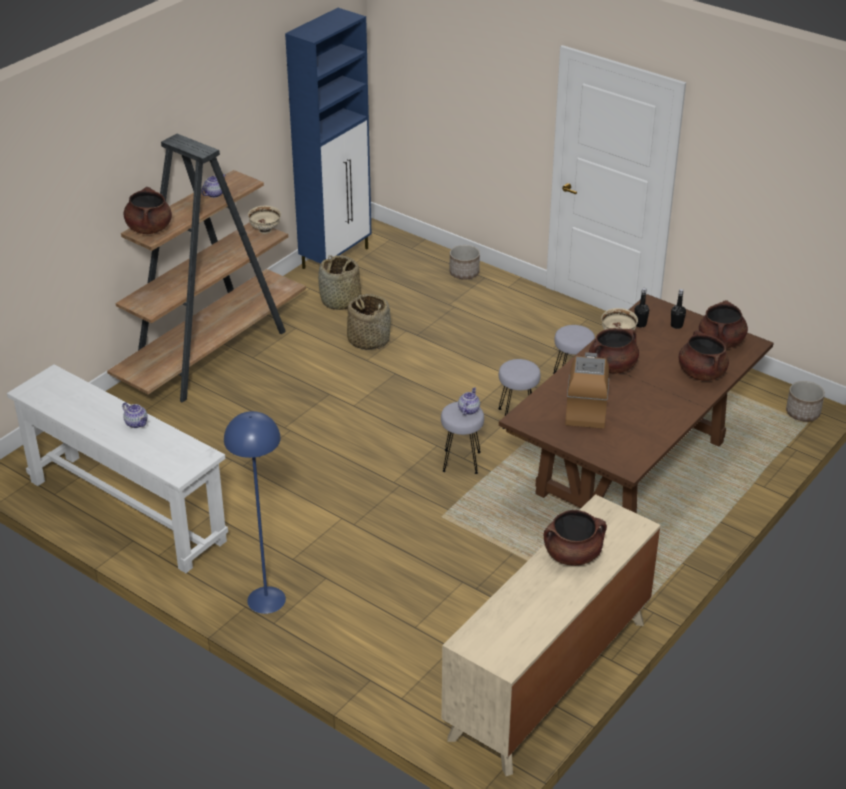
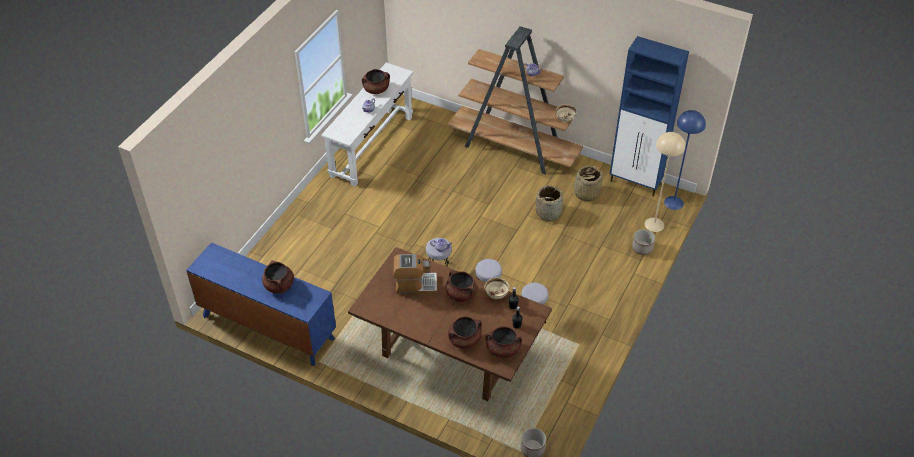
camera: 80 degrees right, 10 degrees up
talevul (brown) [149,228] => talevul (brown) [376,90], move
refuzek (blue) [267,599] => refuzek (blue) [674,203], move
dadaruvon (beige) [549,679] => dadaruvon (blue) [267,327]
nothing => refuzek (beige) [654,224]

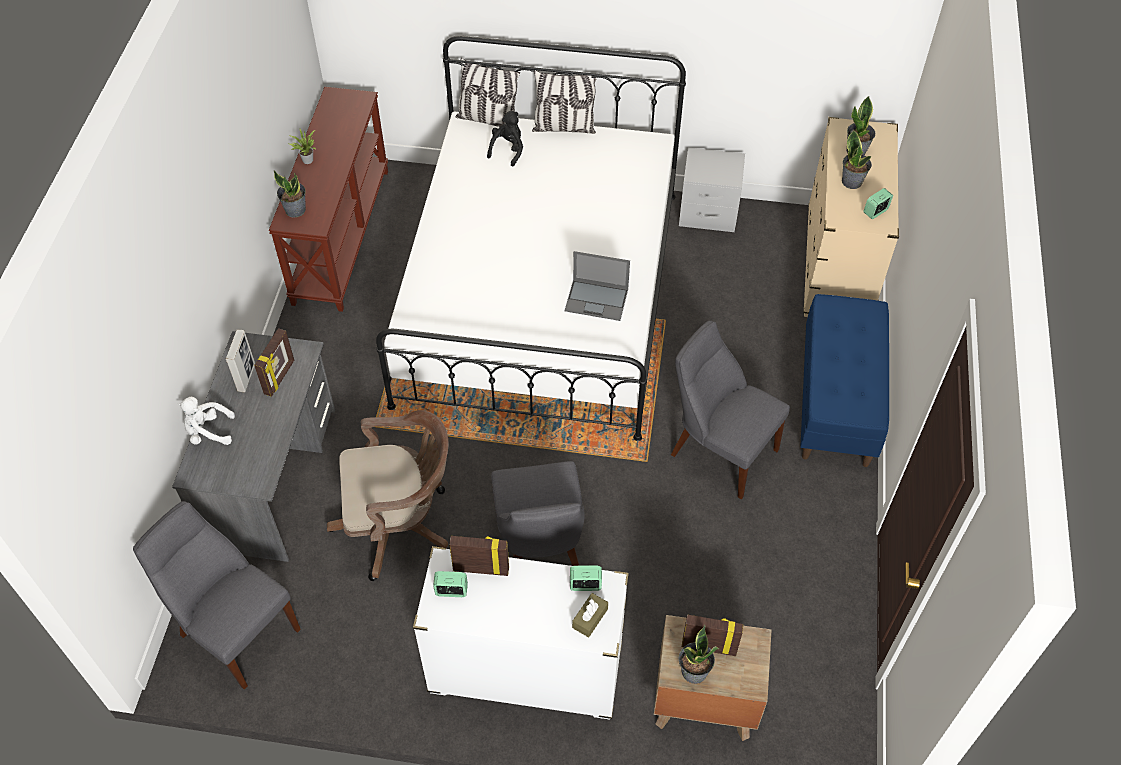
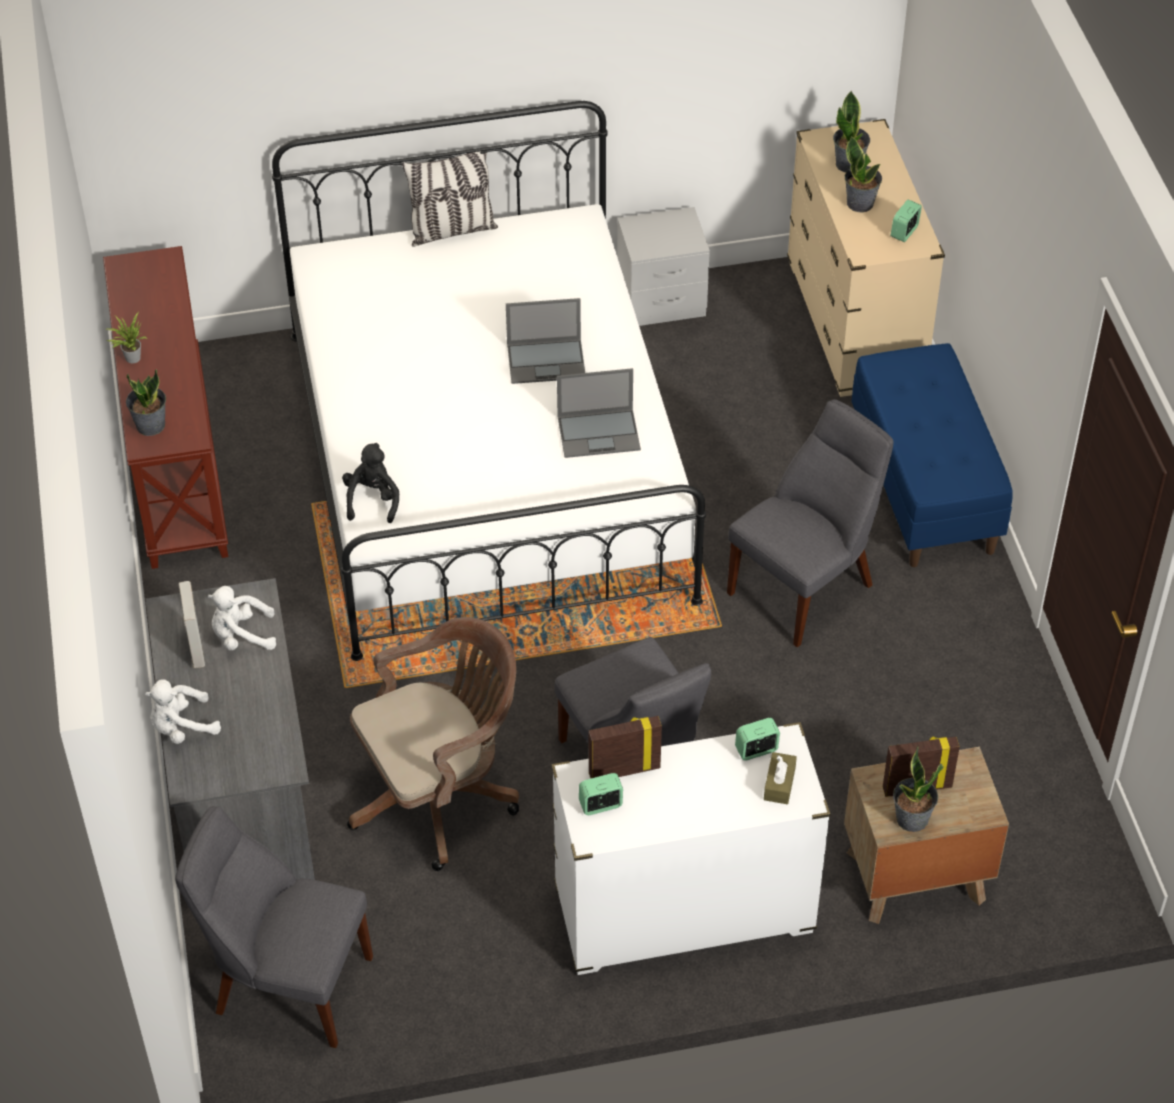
camera: 20 degrees left, 5 degrees down
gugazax [280,377] => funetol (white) [241,636]
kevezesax [488,119] => nothing
funetol (black) [508,150] => funetol (black) [372,500], move
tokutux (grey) [720,450] => tokutux (grey) [806,586], 120 degrees clockwise
nothing => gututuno [547,361]

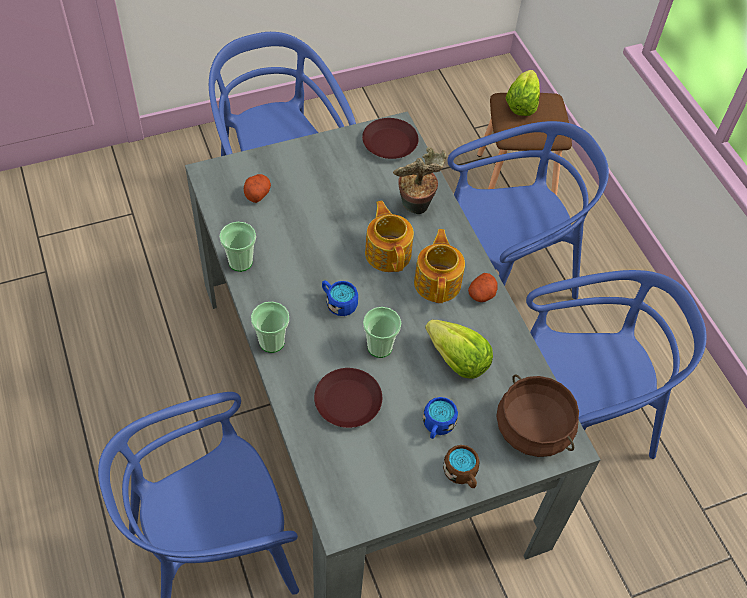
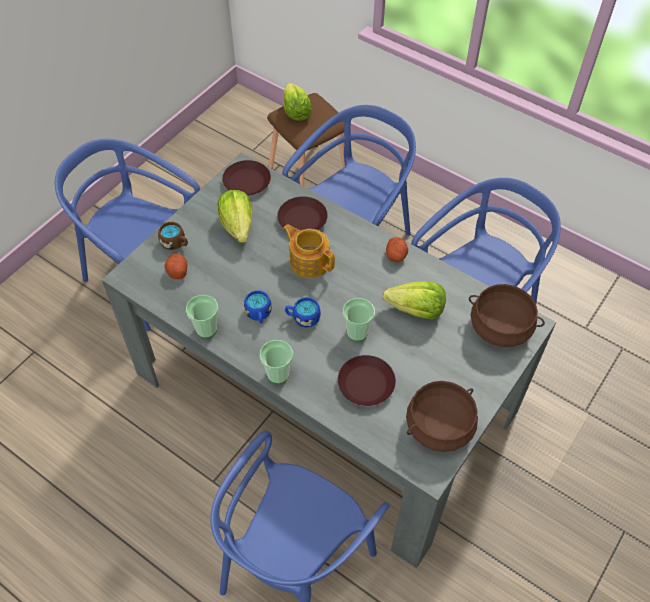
camera: 30 degrees left, 0 degrees up
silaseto [415,208] => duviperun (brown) [303,219]
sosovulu [438,282] => nothing
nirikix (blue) [437,426] => nirikix (blue) [259,314], move
nirikix (brown) [462,474] => nirikix (brown) [175,243], move
nothing => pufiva [238,226]
nothing => talevul (brown) [439,425]

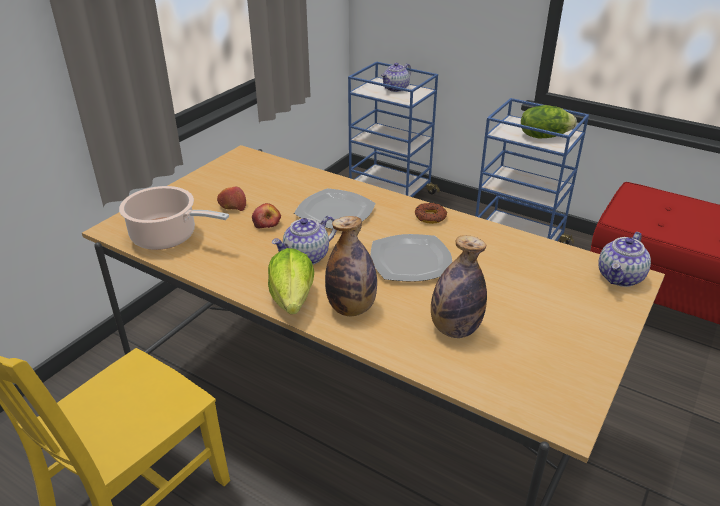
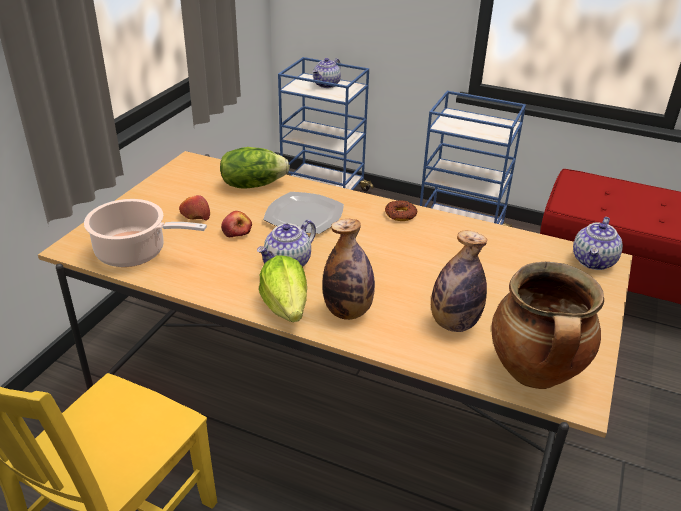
camera: 10 degrees left, 0 degrees up
duviperun [411,260] => nothing
pufiva [543,136] => pufiva [253,184], move
nothing => talevul [535,375]

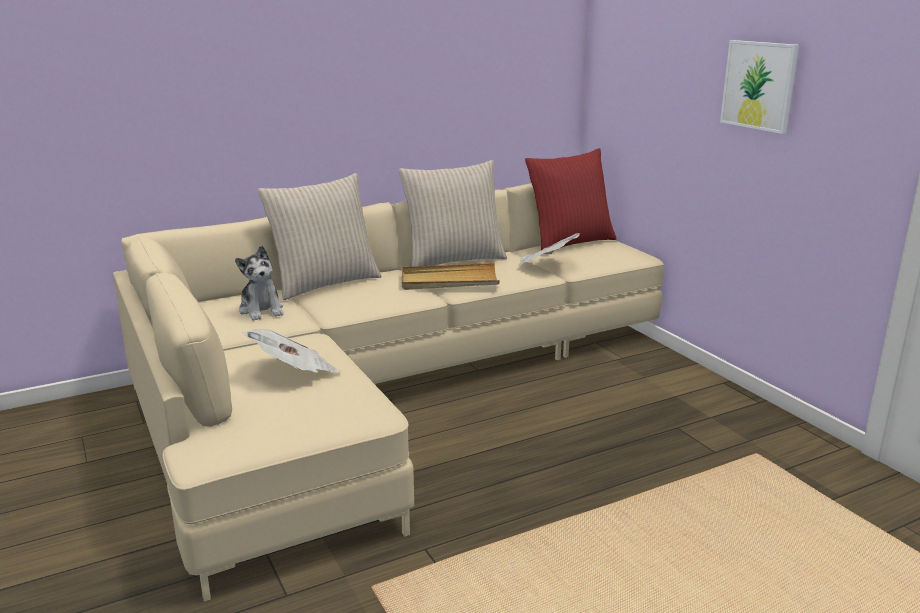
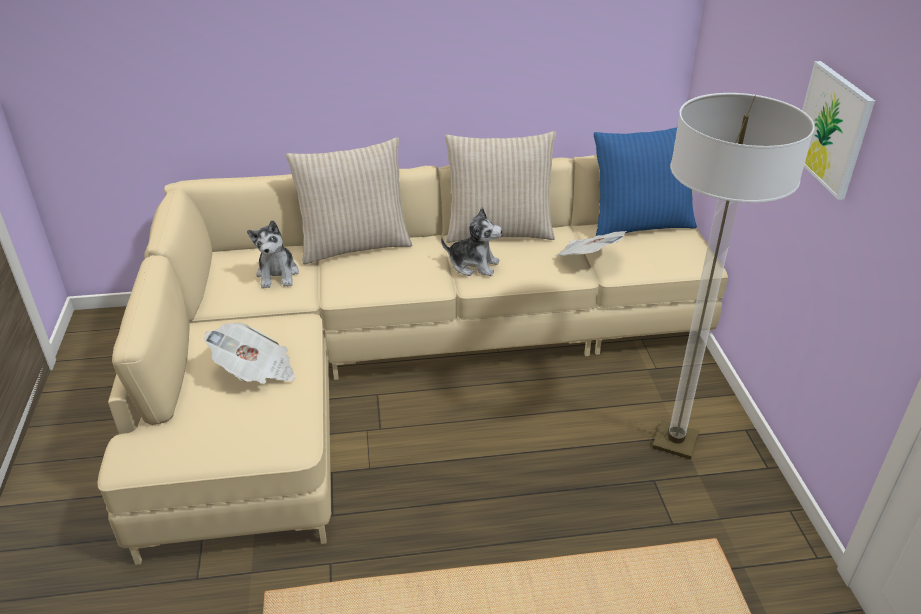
camera: 20 degrees right, 15 degrees up
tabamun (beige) [449,281] => funetol [473,265]
kevezesax (red) [569,243] => kevezesax (blue) [639,225]
nothing => refuzek [675,441]

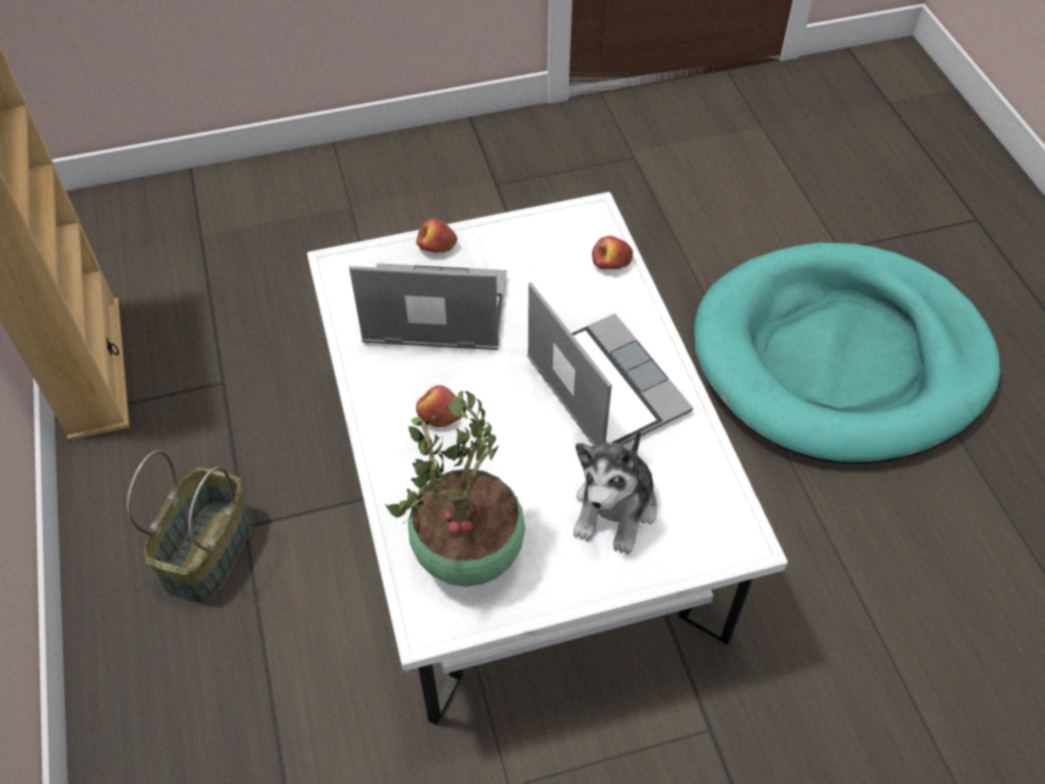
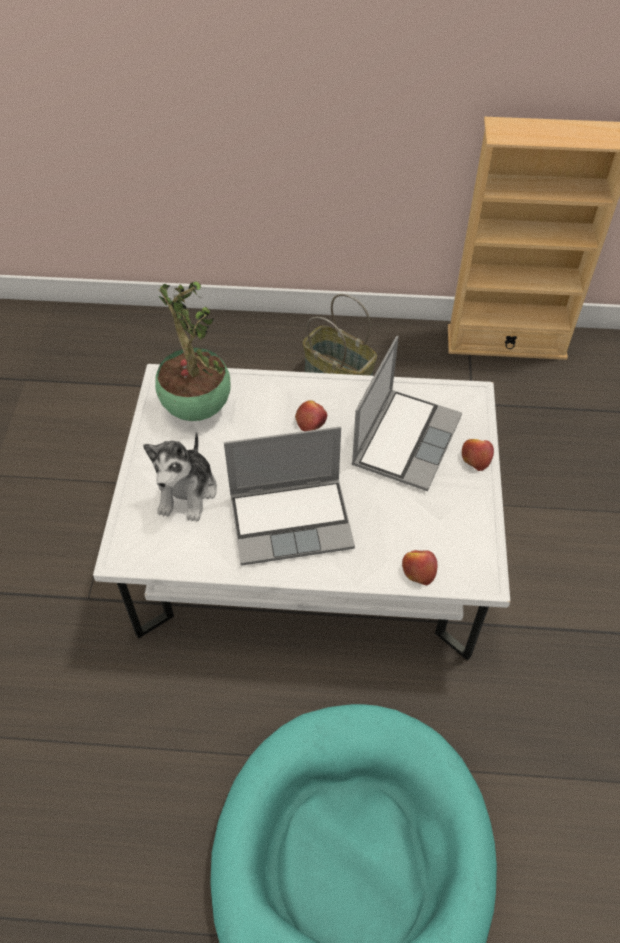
camera: 110 degrees right, 0 degrees up
funetol [615,509] => funetol [187,492], 120 degrees counterclockwise

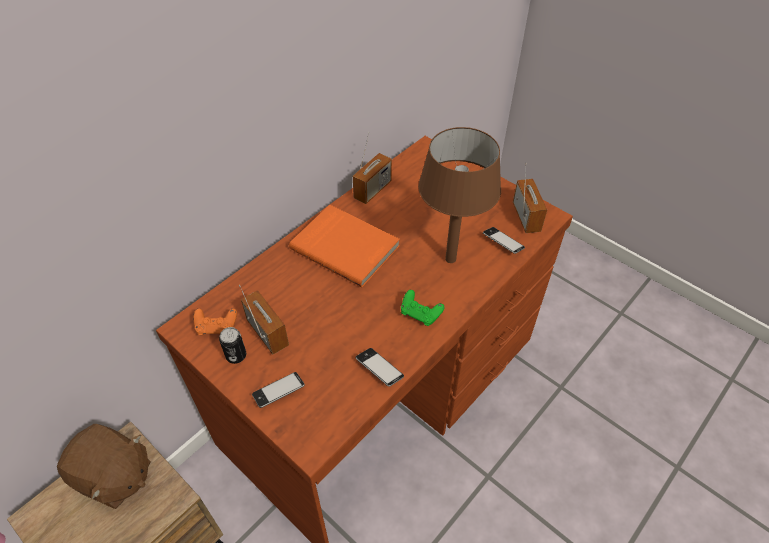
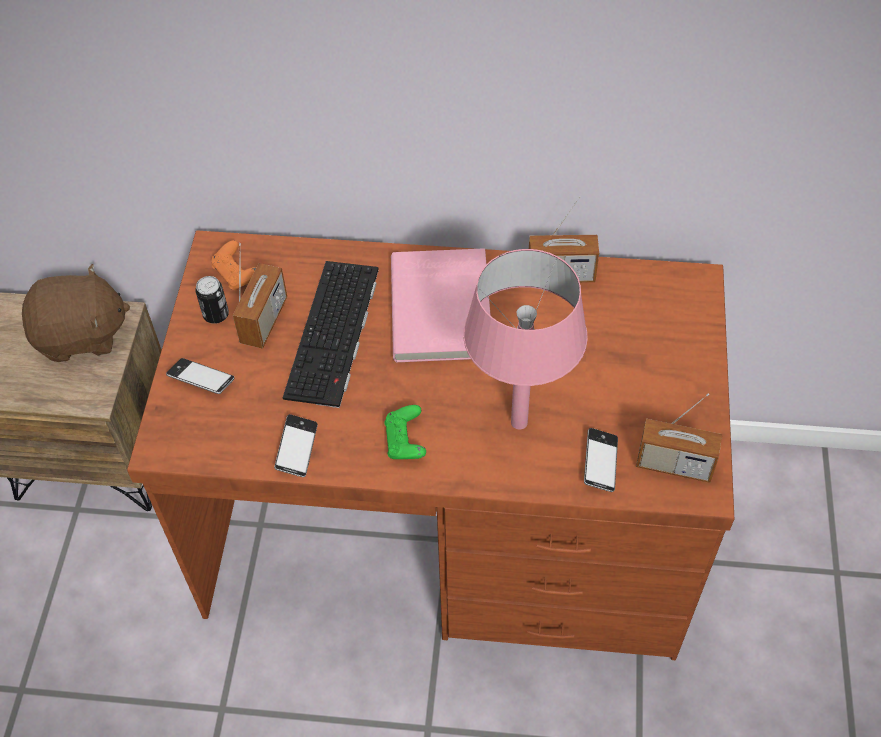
camera: 55 degrees right, 5 degrees up
funetol (brown) [114,476] => funetol (brown) [82,336], 90 degrees counterclockwise
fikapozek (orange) [346,246] => fikapozek (pink) [443,308]
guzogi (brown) [451,259] => guzogi (pink) [520,423]
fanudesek [526,217] => fanudesek [674,465], 60 degrees clockwise
nothing => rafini [334,334]

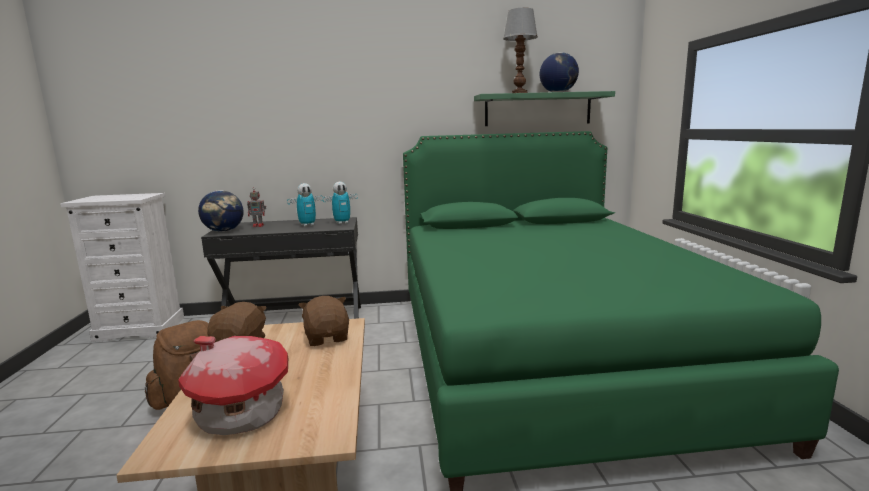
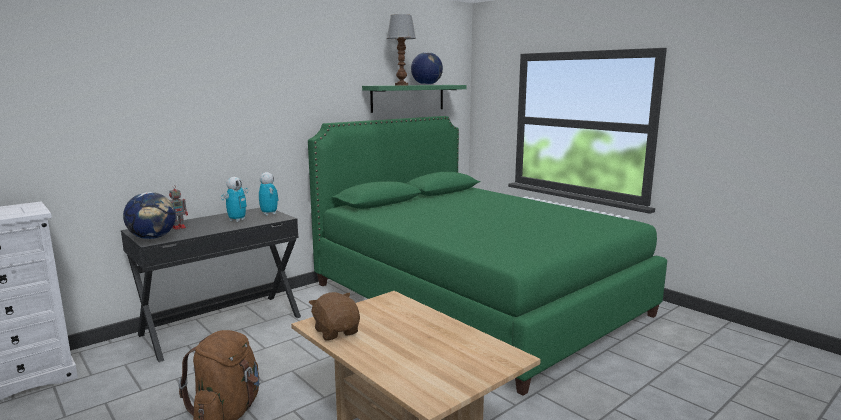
camera: 35 degrees left, 0 degrees up
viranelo [239,415] => nothing
funetol (brown) [327,337] => nothing
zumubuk [342,223] => zumubuk [269,214], 60 degrees counterclockwise

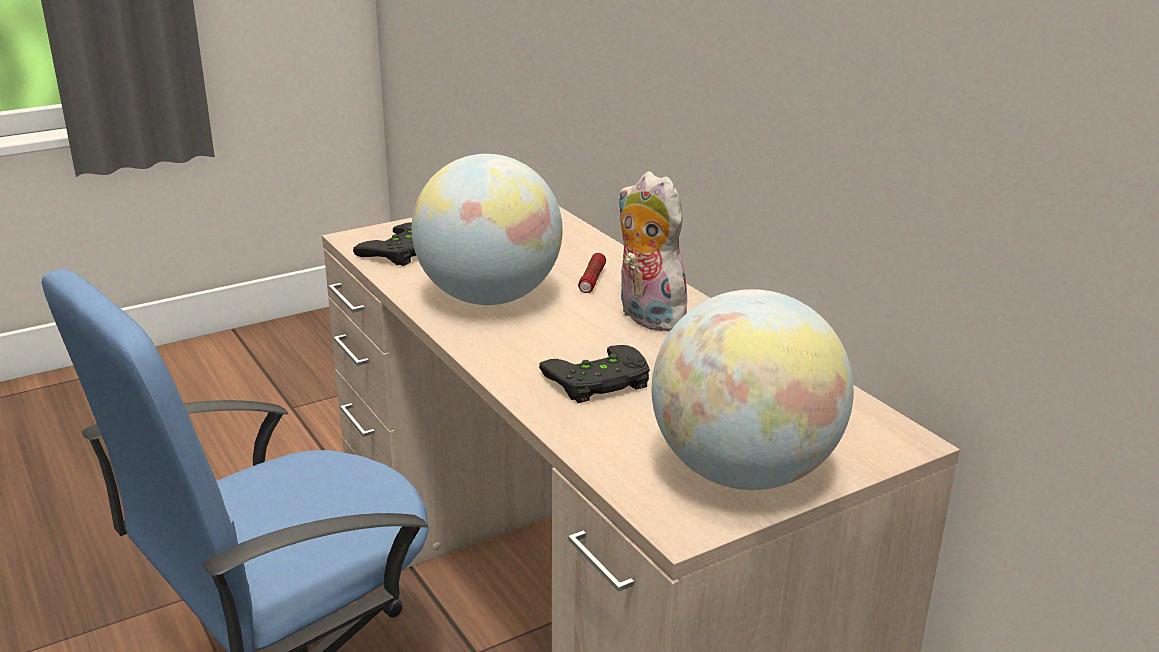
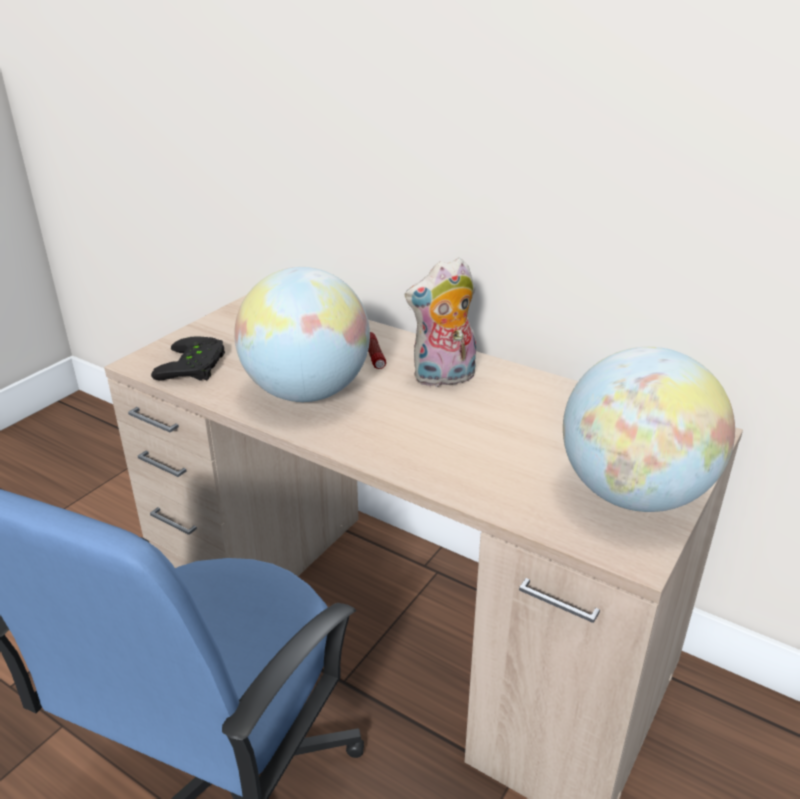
camera: 25 degrees left, 5 degrees up
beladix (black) [599,383] => nothing
funetol [646,317] => funetol [443,378], 45 degrees counterclockwise

